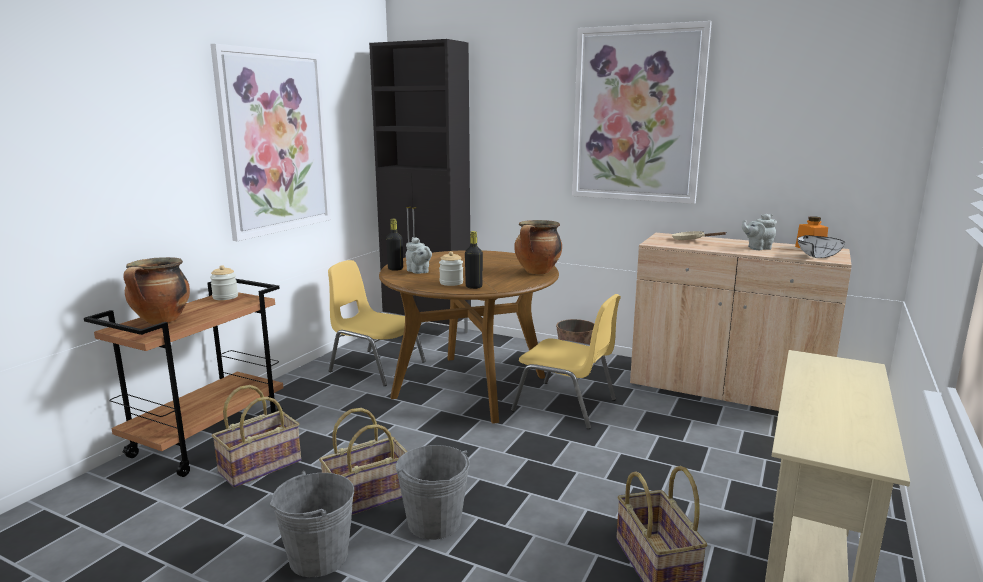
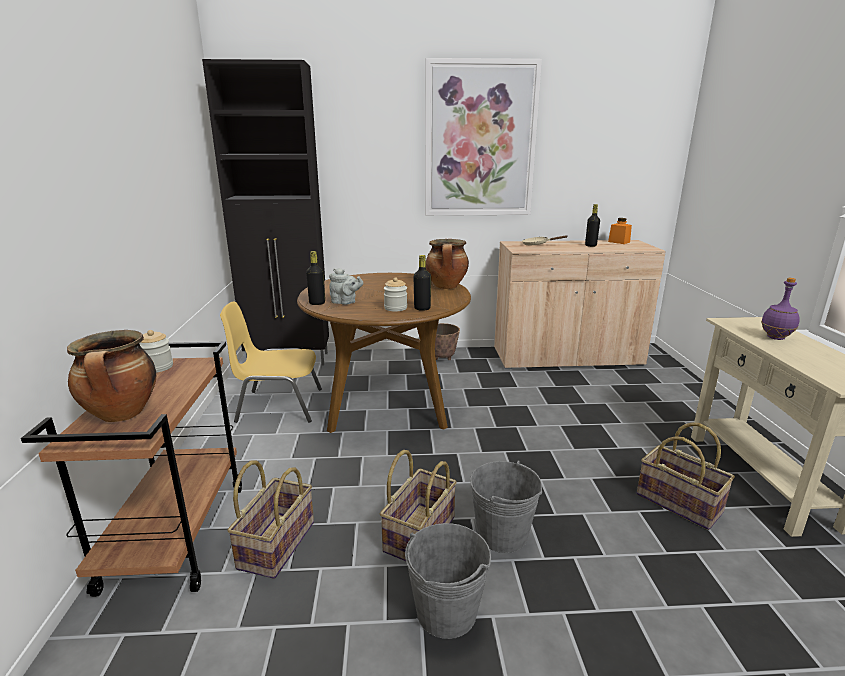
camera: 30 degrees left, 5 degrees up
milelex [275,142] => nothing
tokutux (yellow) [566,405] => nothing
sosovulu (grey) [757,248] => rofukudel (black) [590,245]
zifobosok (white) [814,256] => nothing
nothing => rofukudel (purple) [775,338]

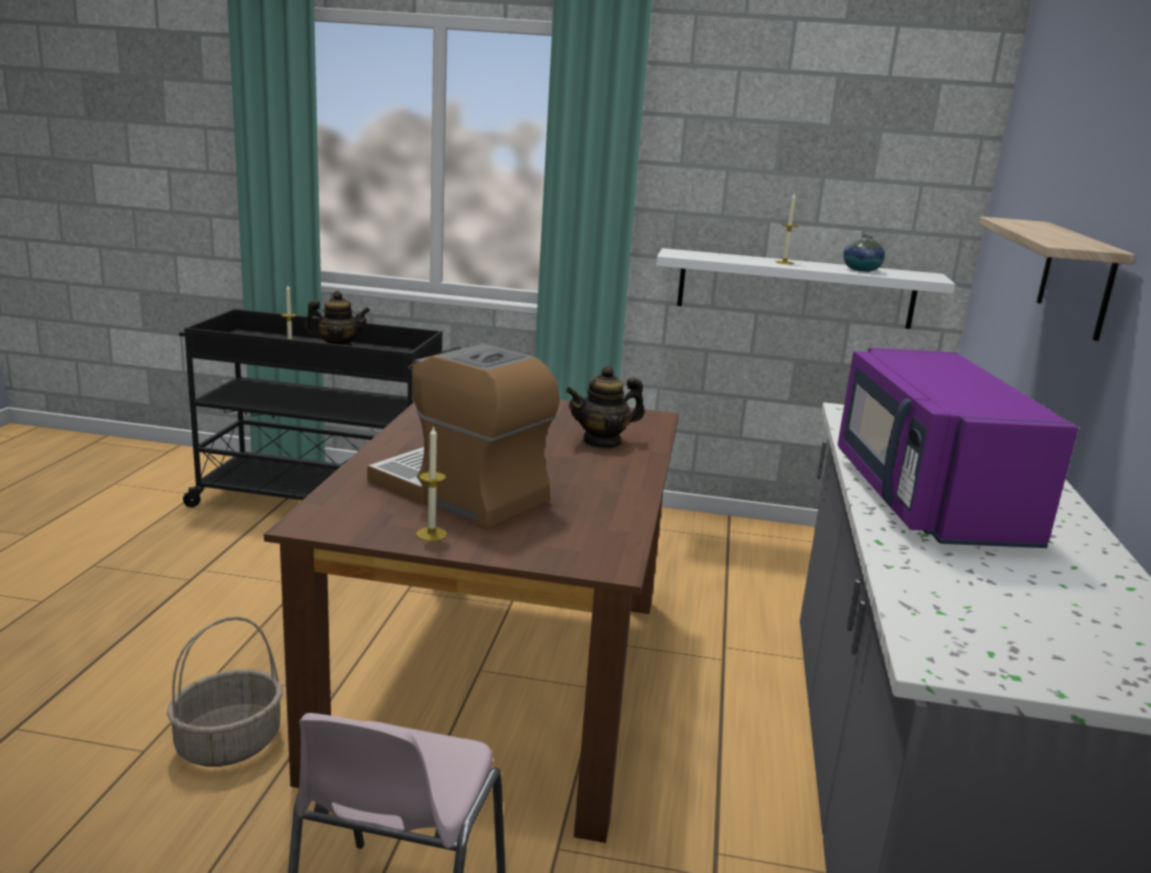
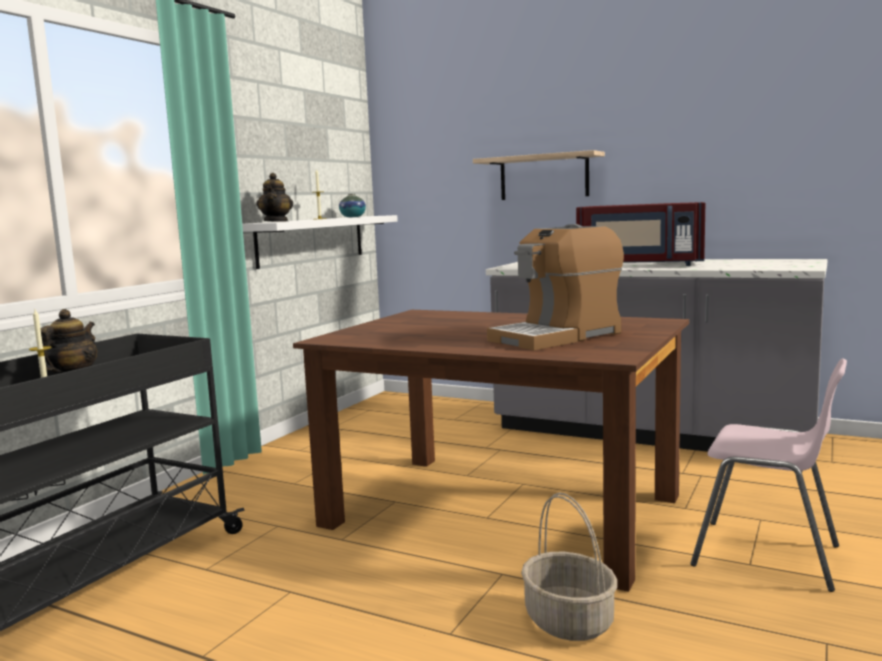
camera: 70 degrees left, 10 degrees down
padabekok [431,534] => nothing
sosovulu [602,442] => sosovulu [276,221], move
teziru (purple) [925,499] => teziru (red) [639,265]

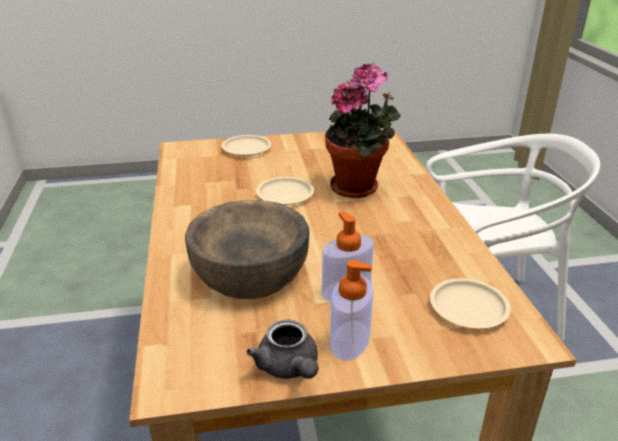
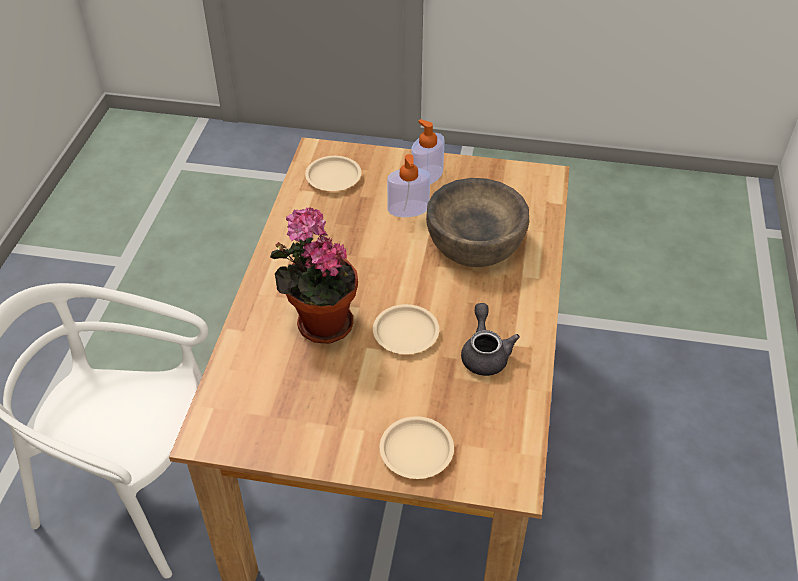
camera: 160 degrees left, 15 degrees up
sosovulu (grey) [289,368] => sosovulu (grey) [485,353], move

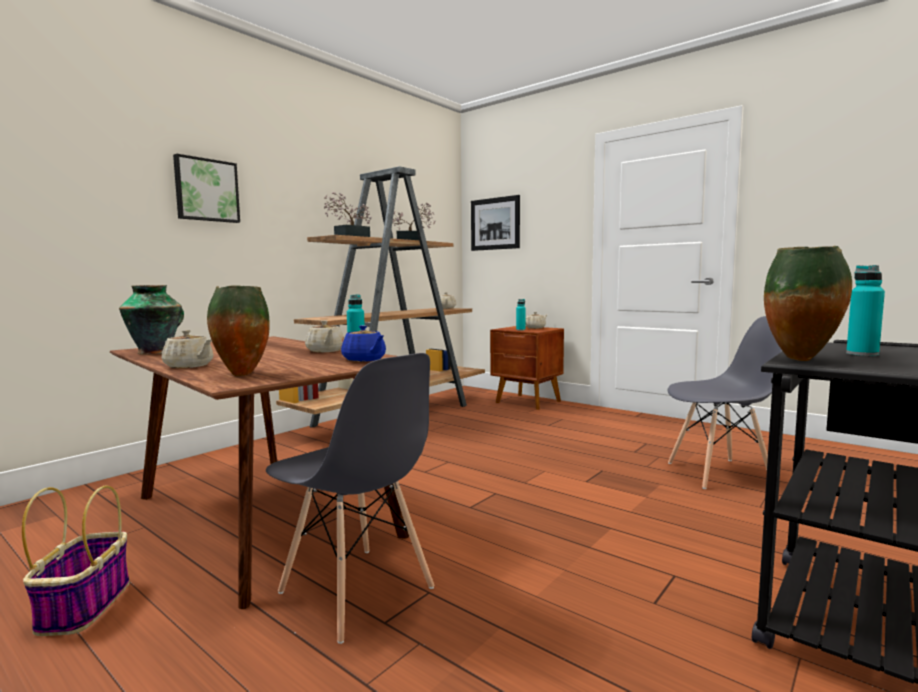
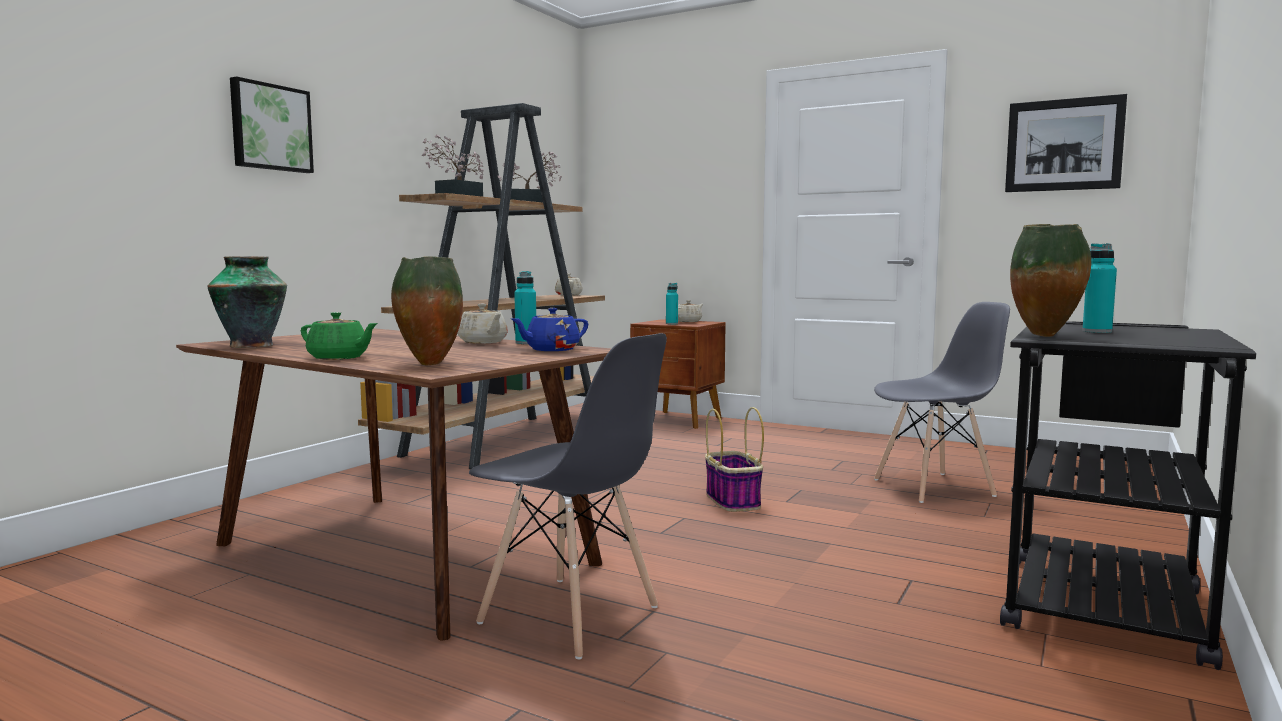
camera: 10 degrees left, 0 degrees up
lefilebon [85,605] => lefilebon [732,500], move
sosovulu (beige) [189,366] => sosovulu (green) [339,358]
sosovulu (blue) [364,360] => sosovulu (blue) [551,350], 105 degrees clockwise
milelex [495,223] => milelex [1064,145], move

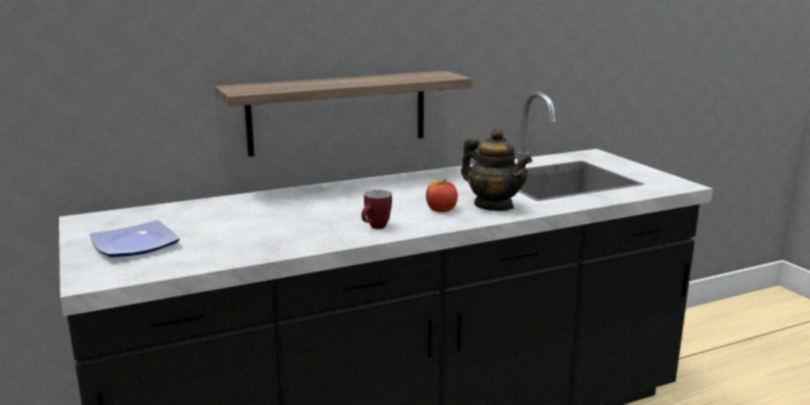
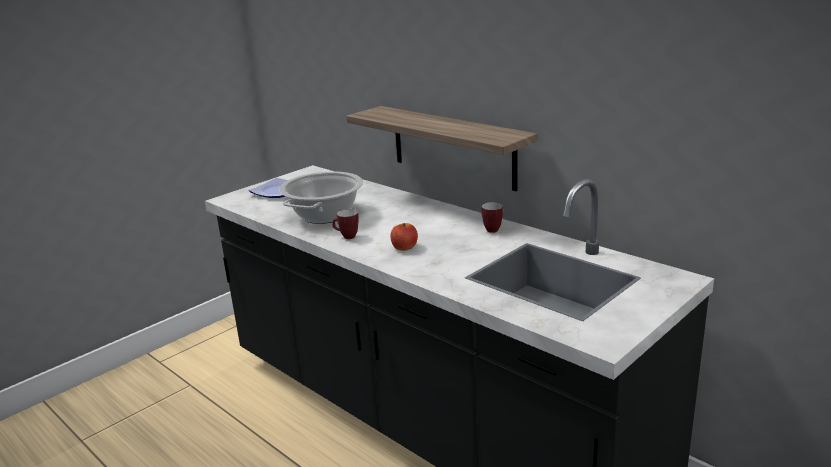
camera: 70 degrees right, 5 degrees up
sosovulu [494,206] => nothing
nothing => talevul [324,215]
nothing => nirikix [493,229]

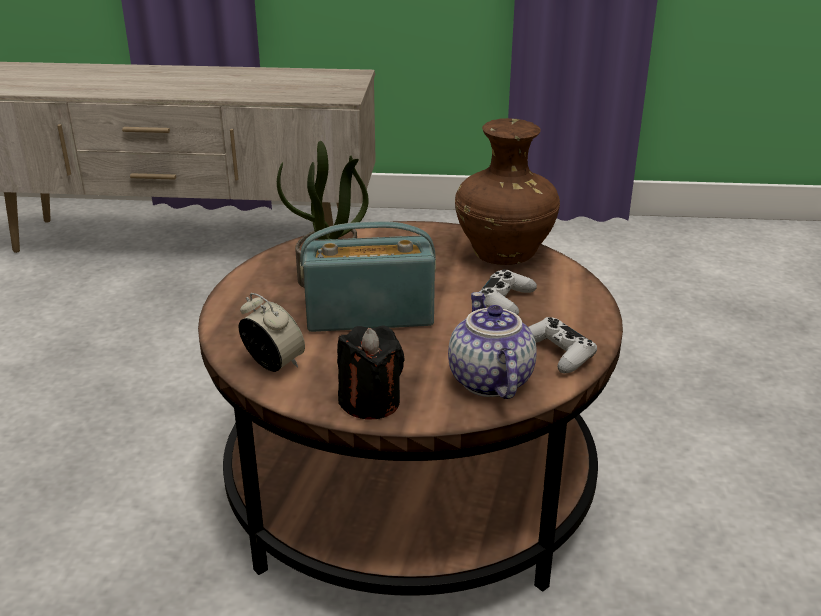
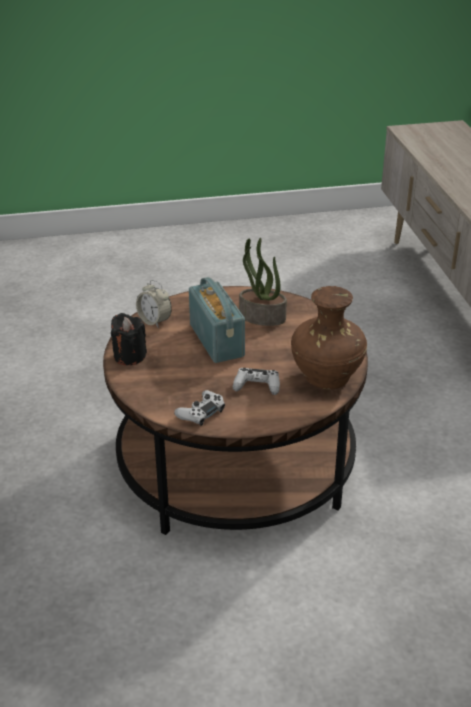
camera: 75 degrees right, 5 degrees up
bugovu [273,364] => bugovu [154,321], 105 degrees clockwise
sosovulu [488,380] => nothing

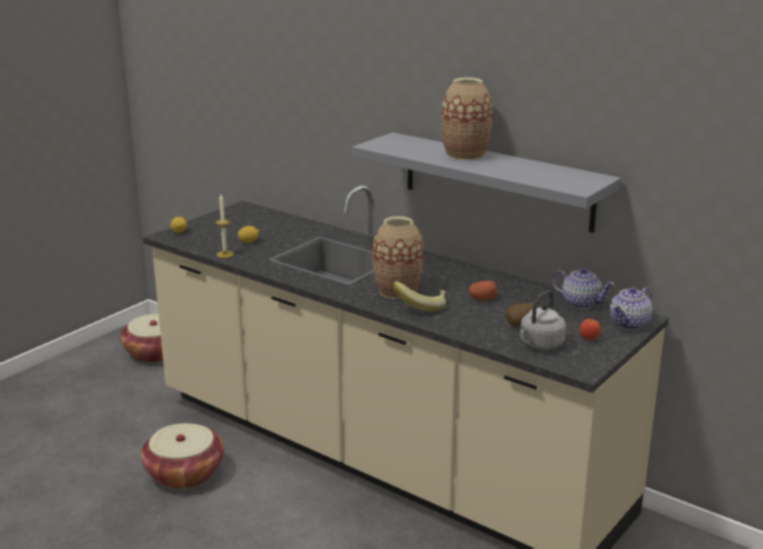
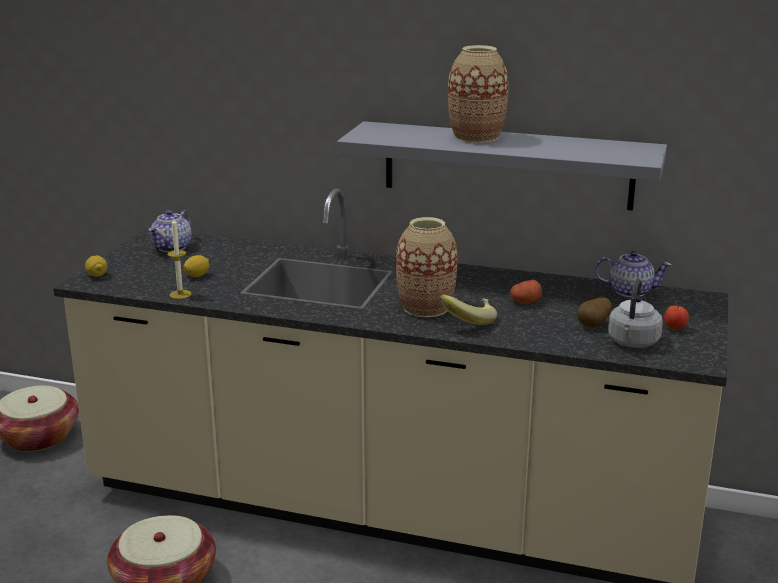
camera: 20 degrees left, 0 degrees up
sosovulu [630,324] => sosovulu [173,247], move

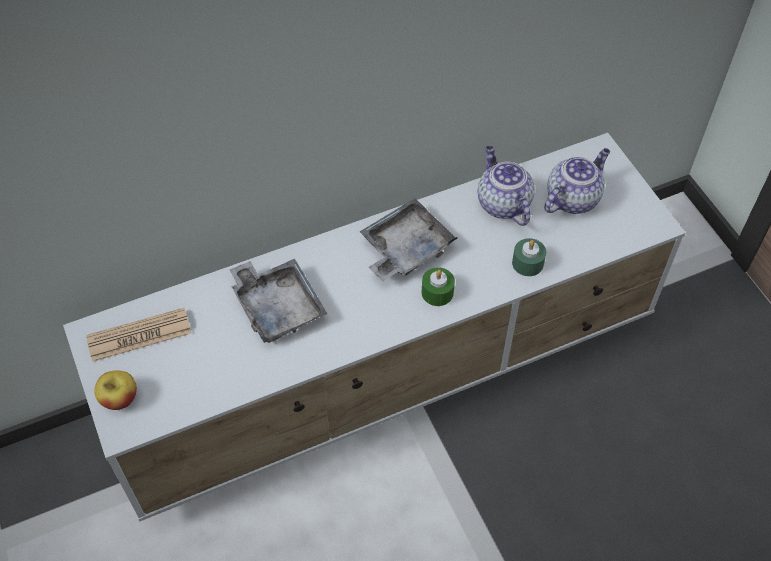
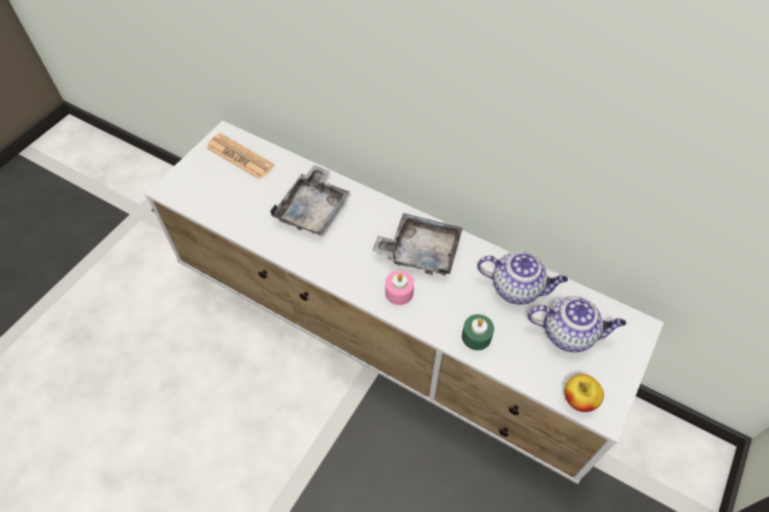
camera: 55 degrees right, 0 degrees up
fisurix [119,399] => fisurix [579,399], move
padabekok (green) [437,292] => padabekok (pink) [399,292]
sosovulu [502,203] => sosovulu [517,288], 75 degrees clockwise

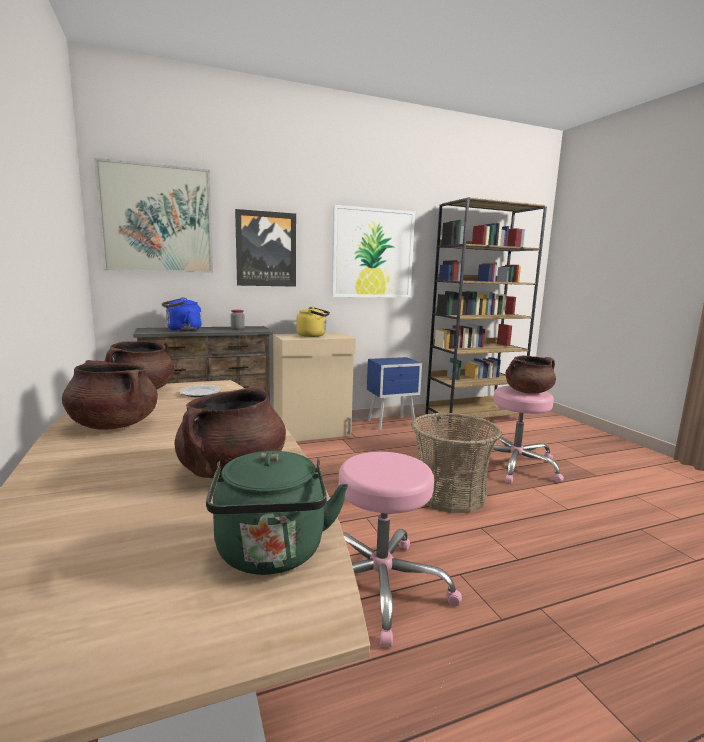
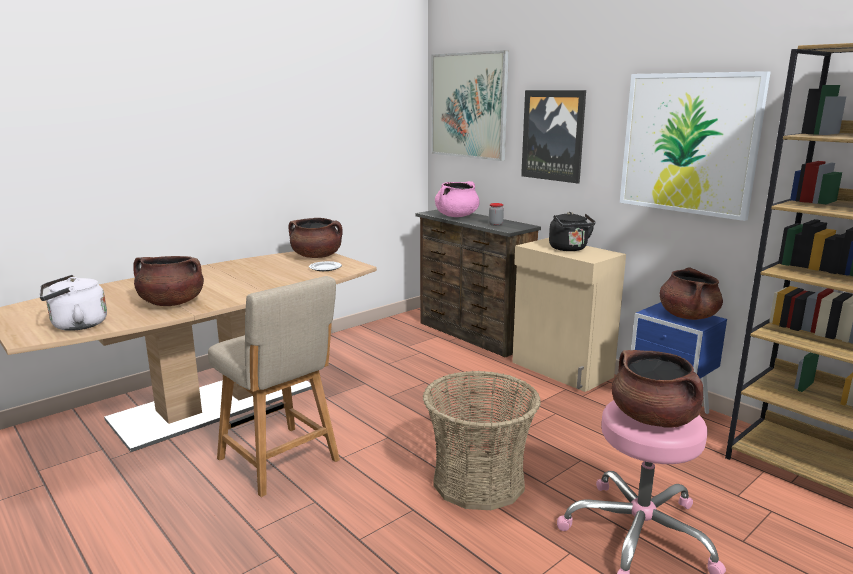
camera: 70 degrees right, 5 degrees up
talevul (brown) [113,425] => talevul (brown) [687,316], move
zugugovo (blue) [182,330] => talevul (pink) [457,216]
zugugovo (green) [271,555] => zugugovo (white) [76,325]
zugugovo (yellow) [313,335] => zugugovo (black) [569,249]
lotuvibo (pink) [379,586] => tokutux (beige) [281,462]

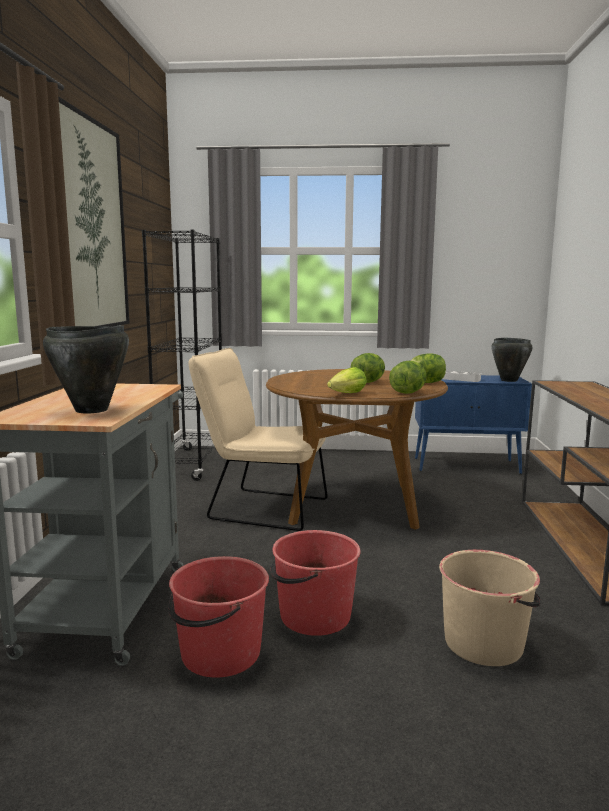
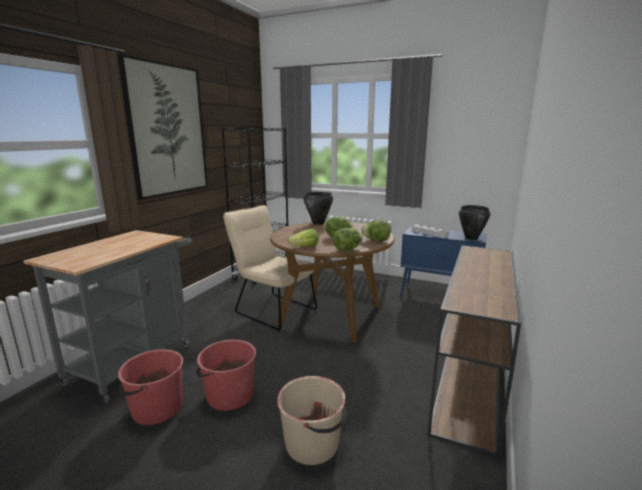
camera: 20 degrees right, 5 degrees up
talevul (black) [92,410] => talevul (black) [318,223], move

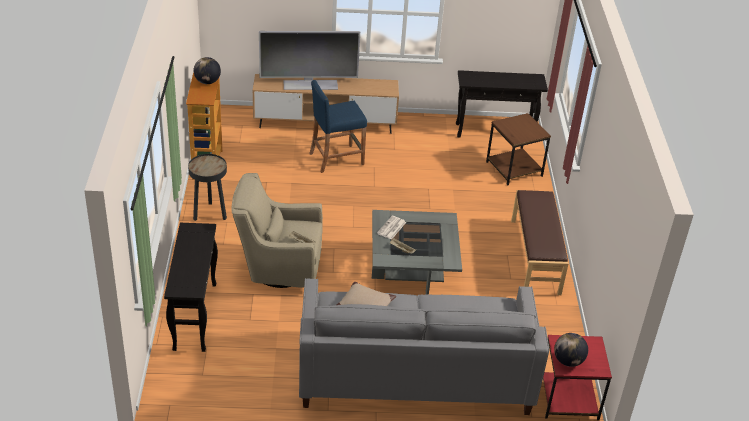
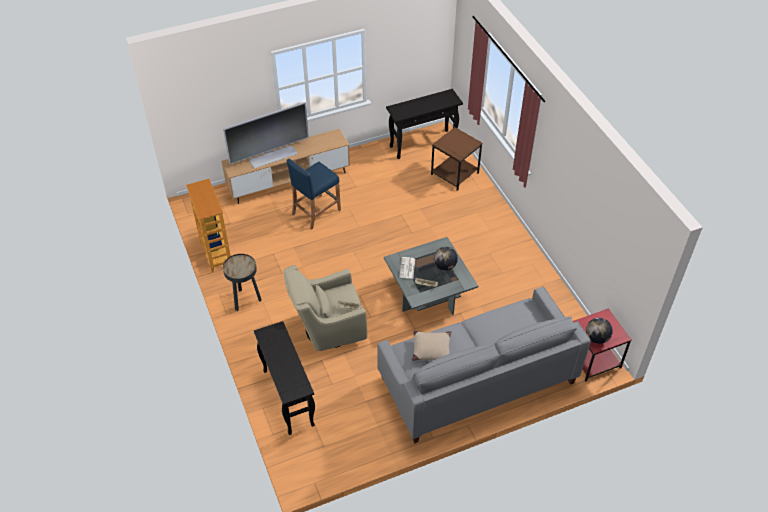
camera: 20 degrees left, 10 degrees up
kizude [207,82] => kizude [444,266], move
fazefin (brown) [536,256] => nothing

